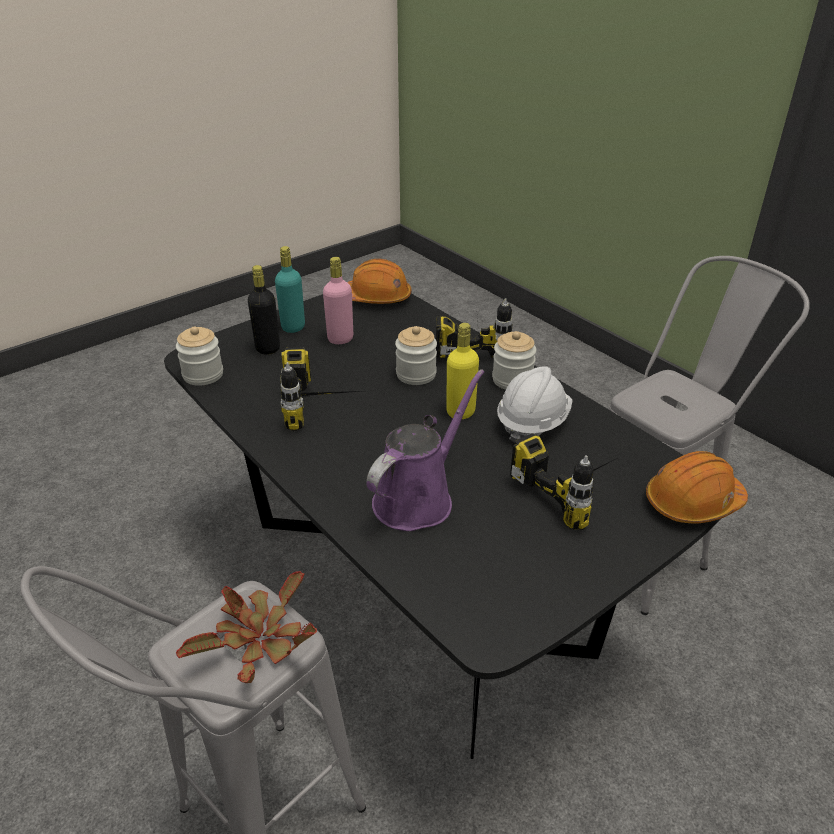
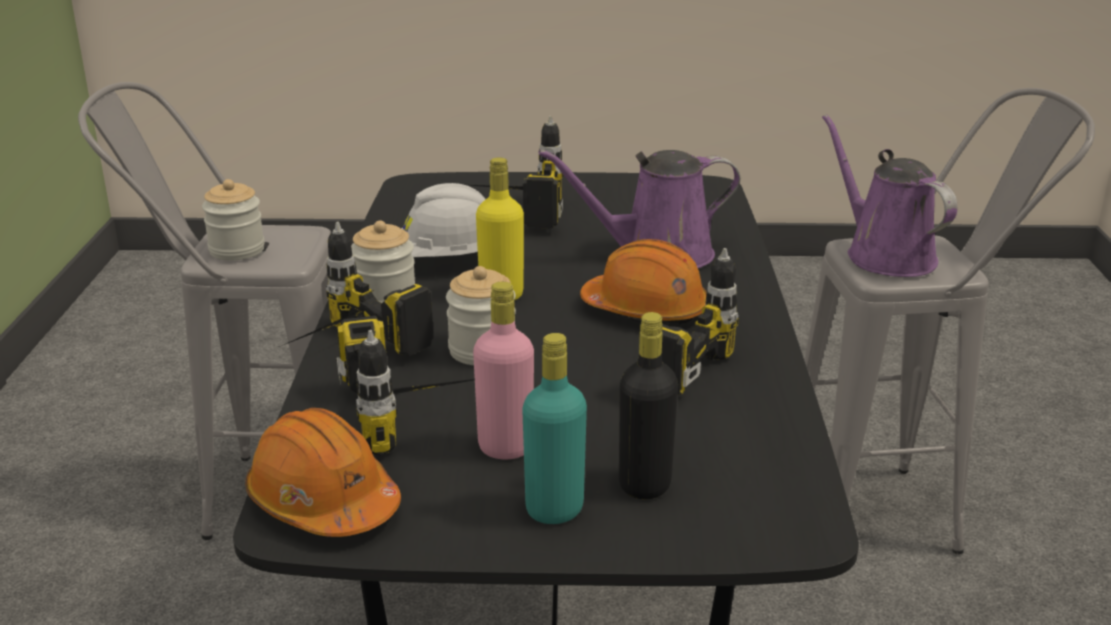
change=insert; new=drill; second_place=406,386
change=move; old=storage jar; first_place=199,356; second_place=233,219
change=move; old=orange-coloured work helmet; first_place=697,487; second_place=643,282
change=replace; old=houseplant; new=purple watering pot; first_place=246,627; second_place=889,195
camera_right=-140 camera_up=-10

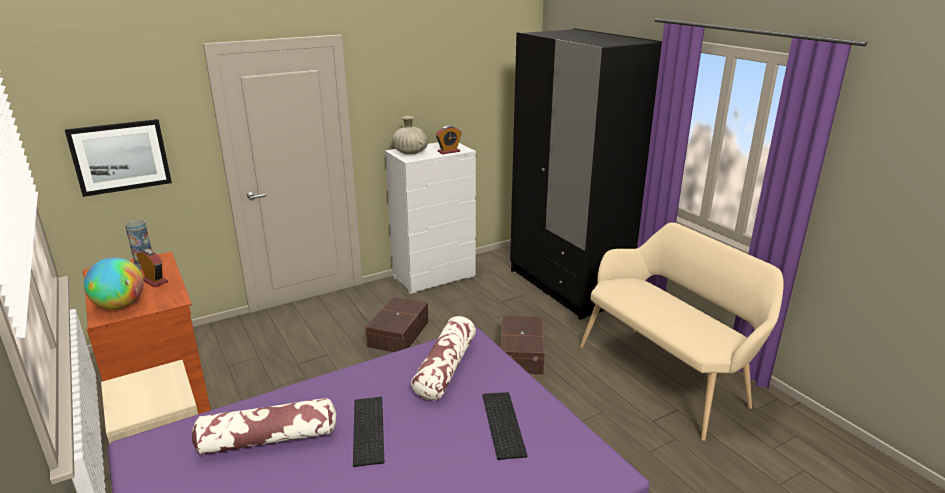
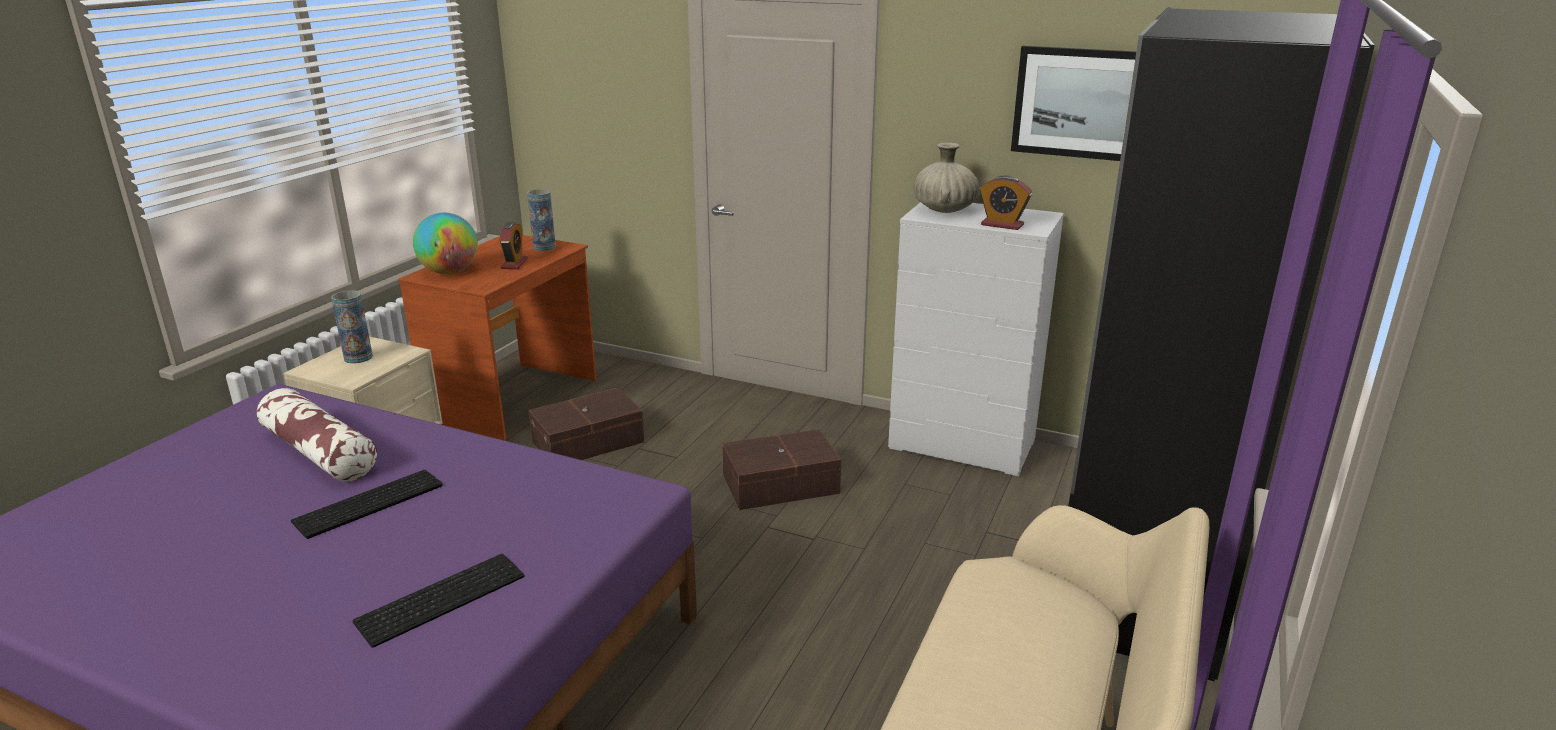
change=delete; old=pillow; first_place=443,358
change=insert; new=vase; second_place=352,327
change=move; old=wall picture; first_place=118,158; second_place=1073,103
change=move; old=brown-coloured storage box; first_place=523,345; second_place=586,424
camera_right=55 camera_up=0

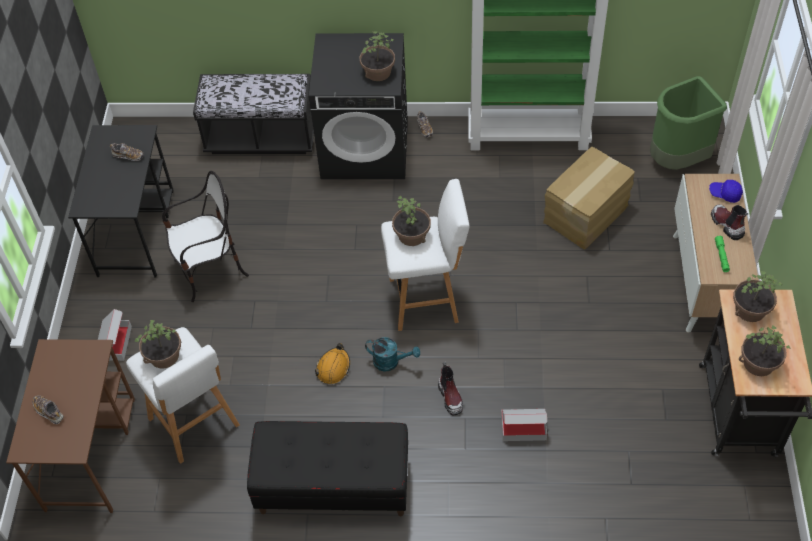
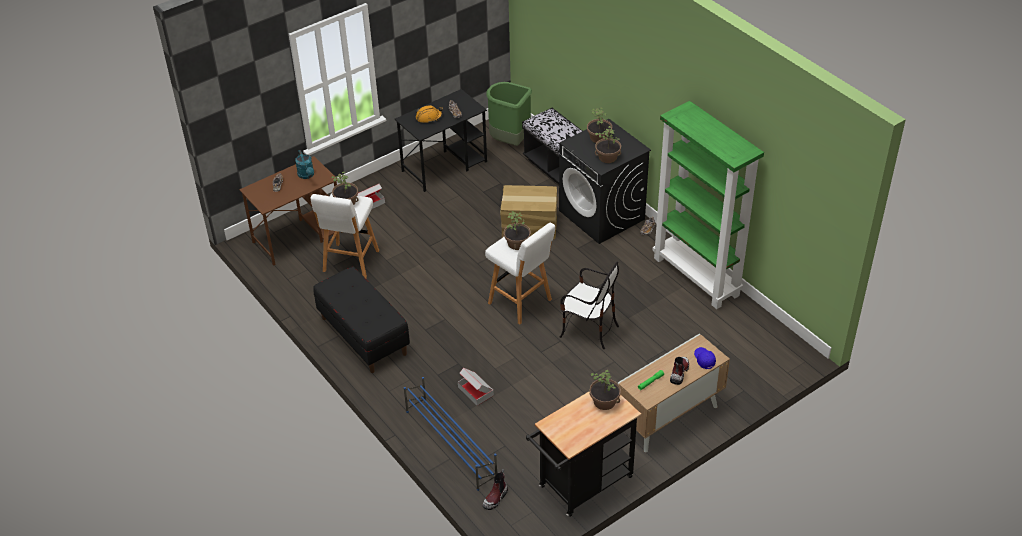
change=insert; new=blue shoe shelf; second_place=450,434
change=move; old=plain chair; first_place=205,236; second_place=589,305
change=move; old=orange-coloured work helmet; first_place=332,363; second_place=429,114
change=move; old=blue-green watering pot; first_place=392,354; second_place=304,164
change=move; old=boot; first_place=450,389; second_place=495,489
change=move; old=packing box; first_place=589,198; second_place=529,212
change=move; old=greenish trash can; first_place=688,123; second_place=509,114
change=move; old=houseplant; first_place=764,350; second_place=599,125
camera_right=50 camera_up=-10

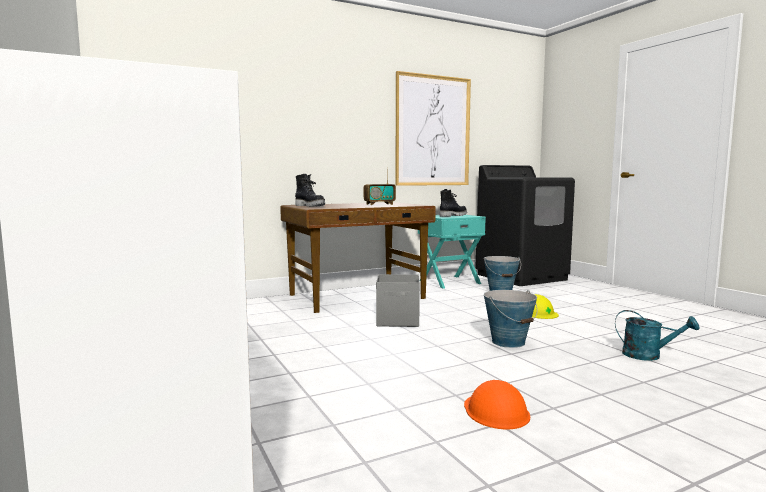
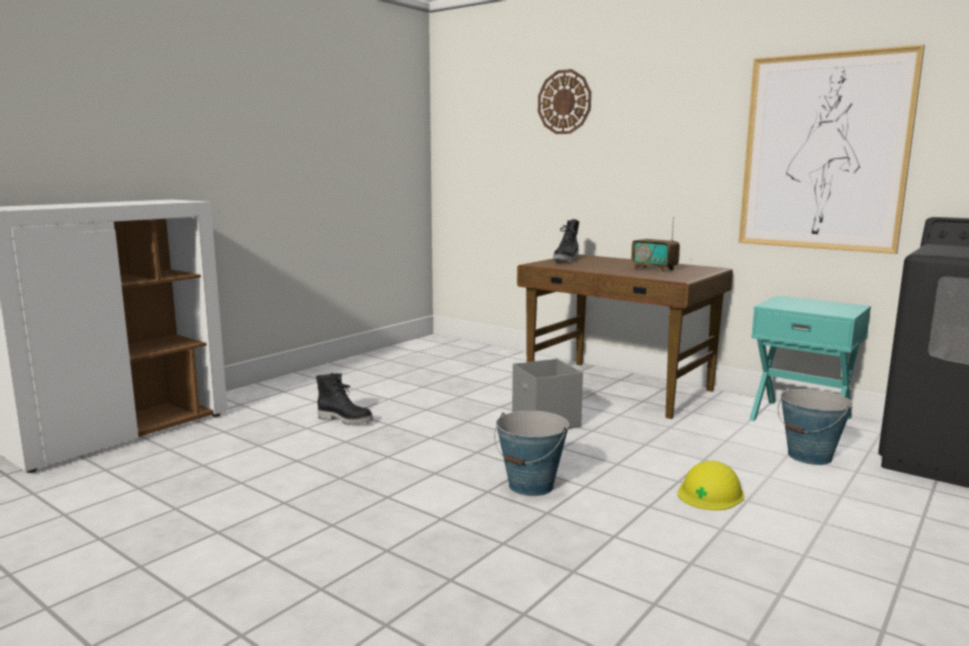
change=delete; old=orange-coloured work helmet; first_place=497,404
change=delete; old=blue-green watering pot; first_place=657,335
change=insert; new=clock on the wall; second_place=564,101
change=move; old=blackish boot; first_place=453,203; second_place=344,399
camera_right=65 camera_up=5

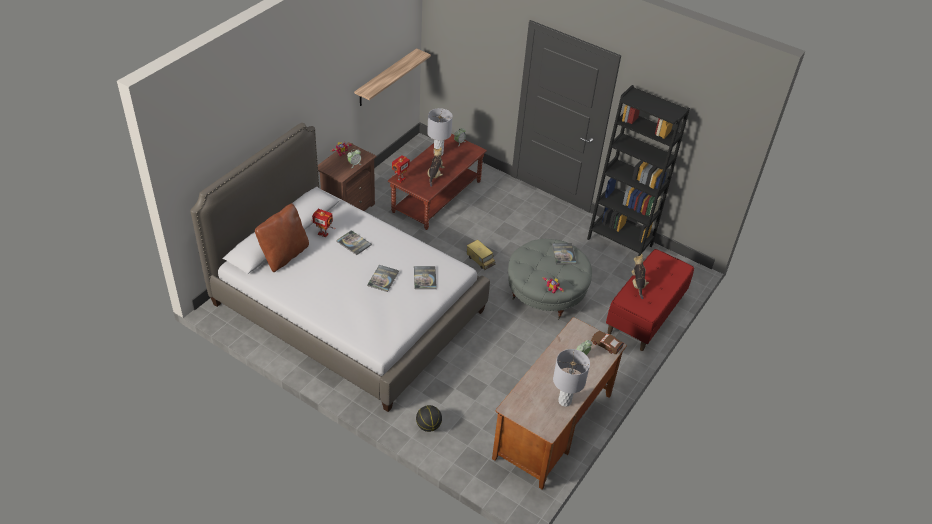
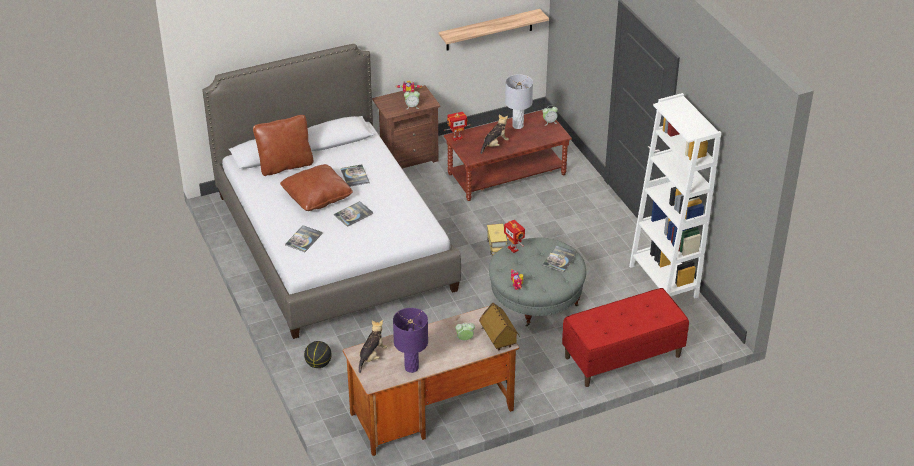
change=insert; new=brown-coloured pillow; second_place=316,187
change=move; old=model robot; first_place=323,223; second_place=514,236
change=move; old=bound book; first_place=425,277; second_place=304,238
change=move; old=plush toy; first_place=640,276; second_place=373,346
change=replace; old=brown-coloured miniature car; new=miniature house; first_place=607,342; second_place=499,326
change=recolor; old=grey tabletop lamp; new=purple tabletop lamp; first_place=571,378; second_place=410,340
change=recolor; old=blackish shelving unit; new=white shelving unit; first_place=638,170; second_place=675,195
camera_right=35 camera_up=-5

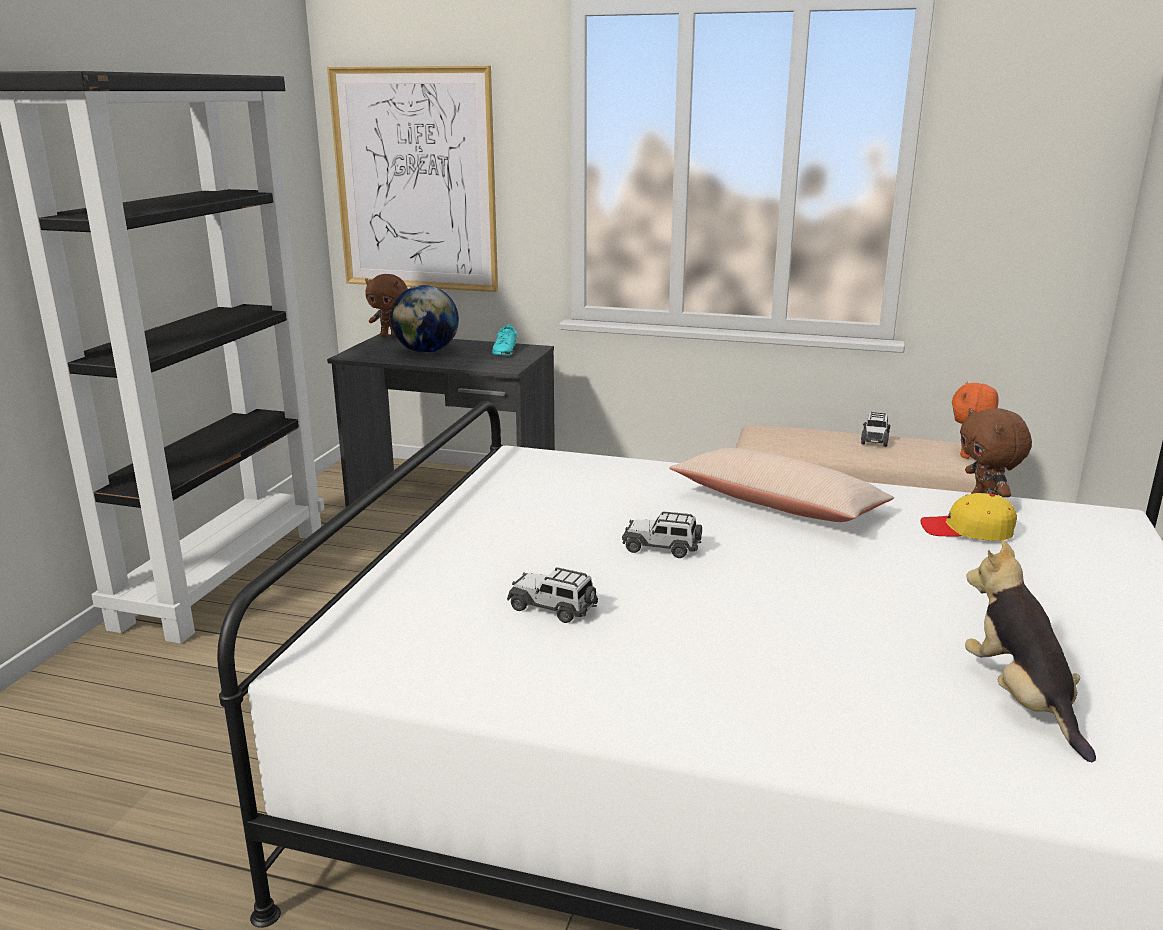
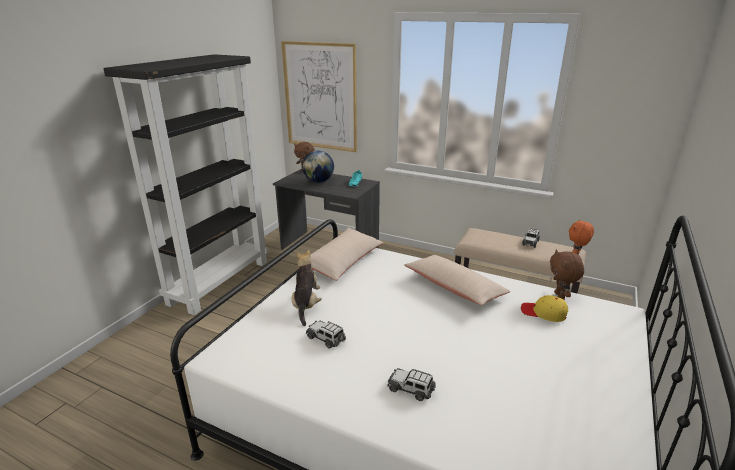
change=insert; new=beige-coloured pillow; second_place=346,254
change=move; old=miniature car; first_place=662,534; second_place=411,384
change=move; old=plush toy; first_place=1030,651; second_place=307,287
camera_right=10 camera_up=5

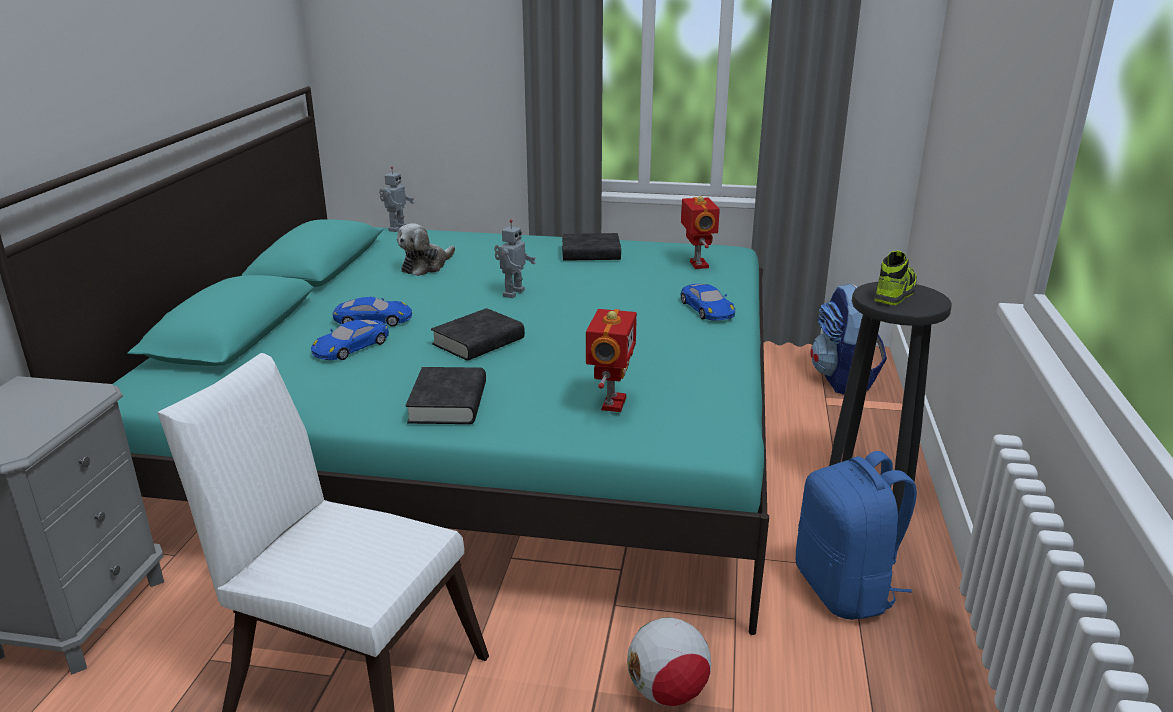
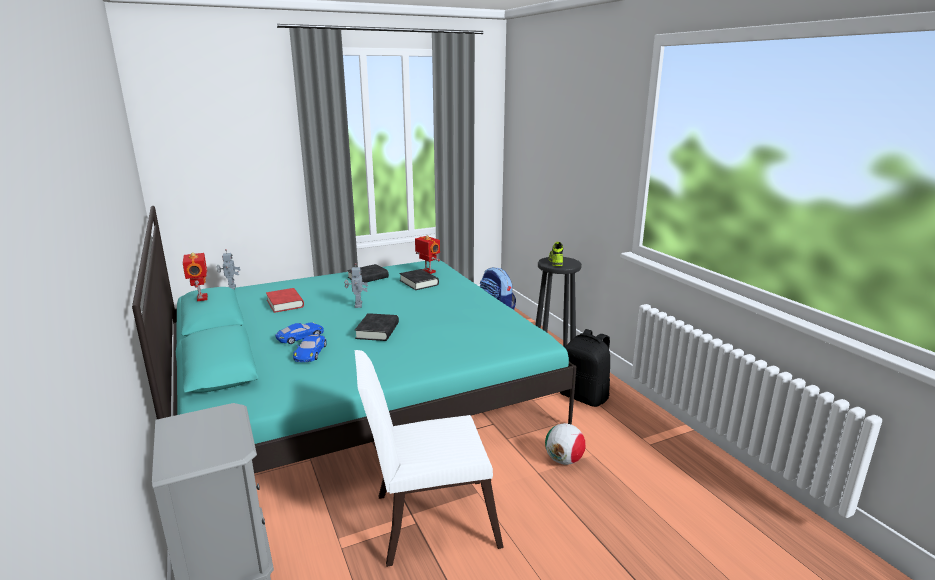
change=delete; old=blue miniature car; first_place=708,302
change=move; old=blackish bound book; first_place=445,395; second_place=419,279
change=move; old=model robot; first_place=611,360; second_place=195,277
change=replace; old=plush toy; new=red bound book; first_place=426,249; second_place=285,300
change=recolor; old=blue knapsack; new=blackish knapsack; first_place=856,535; second_place=585,368
camera_right=-35 camera_up=-5

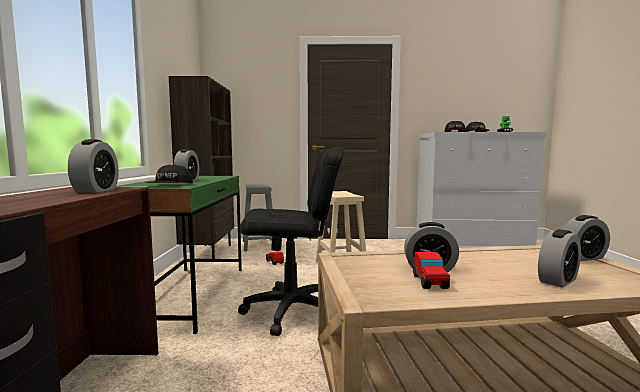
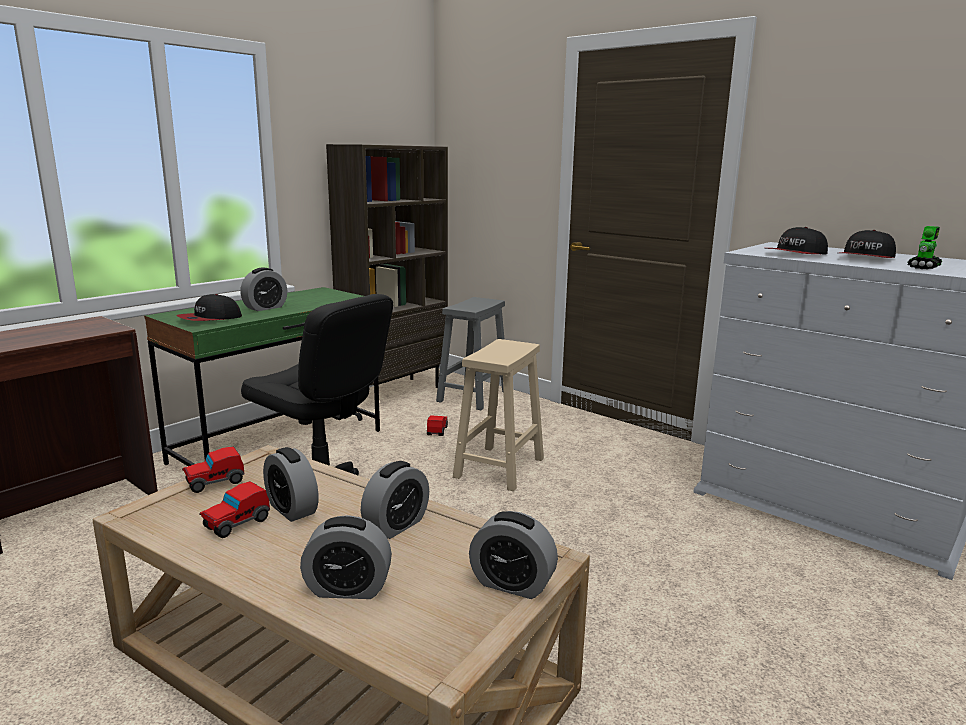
change=insert; new=miniature car; second_place=213,469
change=move; old=table clock; first_place=93,166; second_place=395,500
camera_right=40 camera_up=10

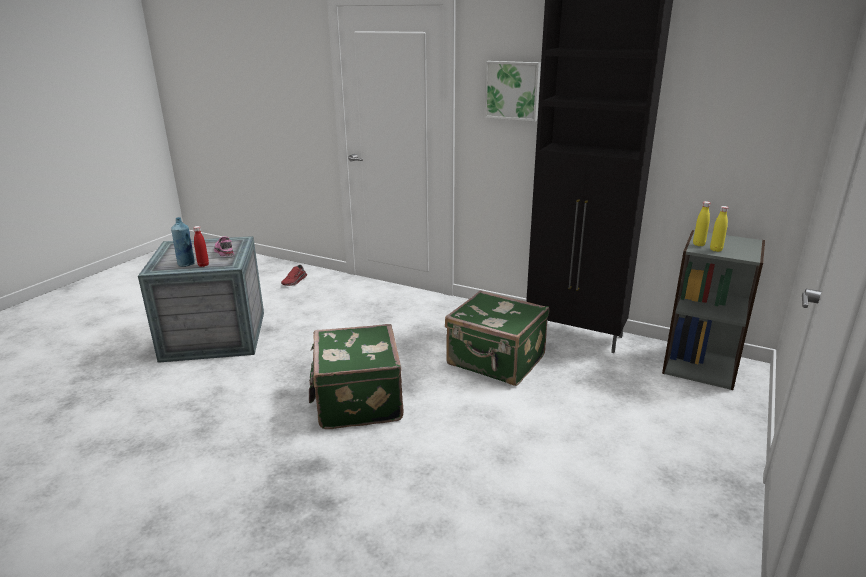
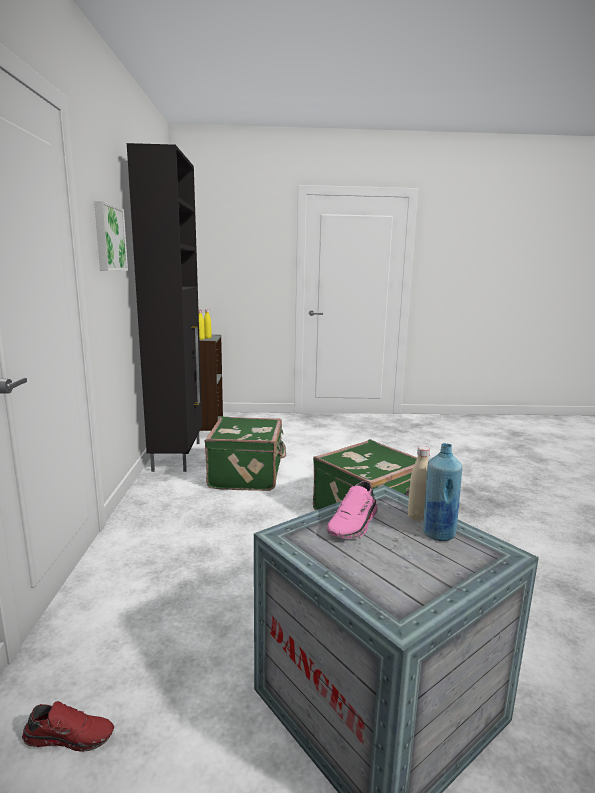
change=recolor; old=red beverage bottle; new=beige-coloured beverage bottle; first_place=201,246; second_place=419,484
camera_right=-120 camera_up=-10

